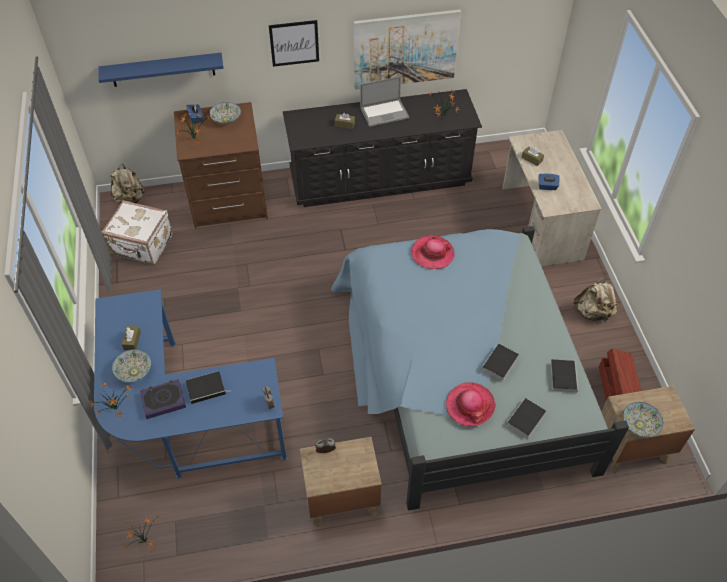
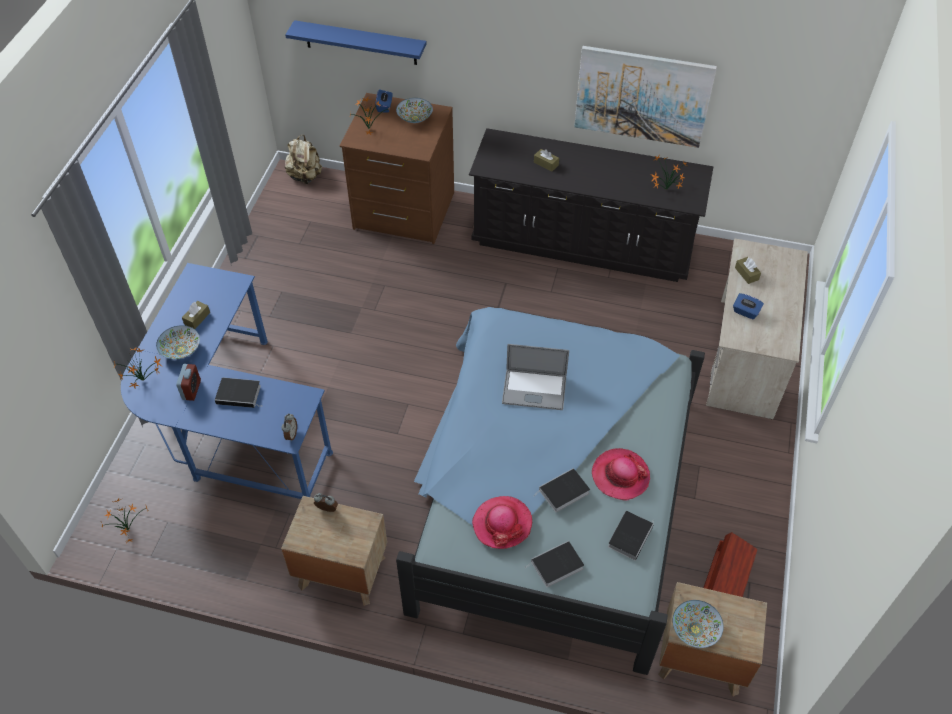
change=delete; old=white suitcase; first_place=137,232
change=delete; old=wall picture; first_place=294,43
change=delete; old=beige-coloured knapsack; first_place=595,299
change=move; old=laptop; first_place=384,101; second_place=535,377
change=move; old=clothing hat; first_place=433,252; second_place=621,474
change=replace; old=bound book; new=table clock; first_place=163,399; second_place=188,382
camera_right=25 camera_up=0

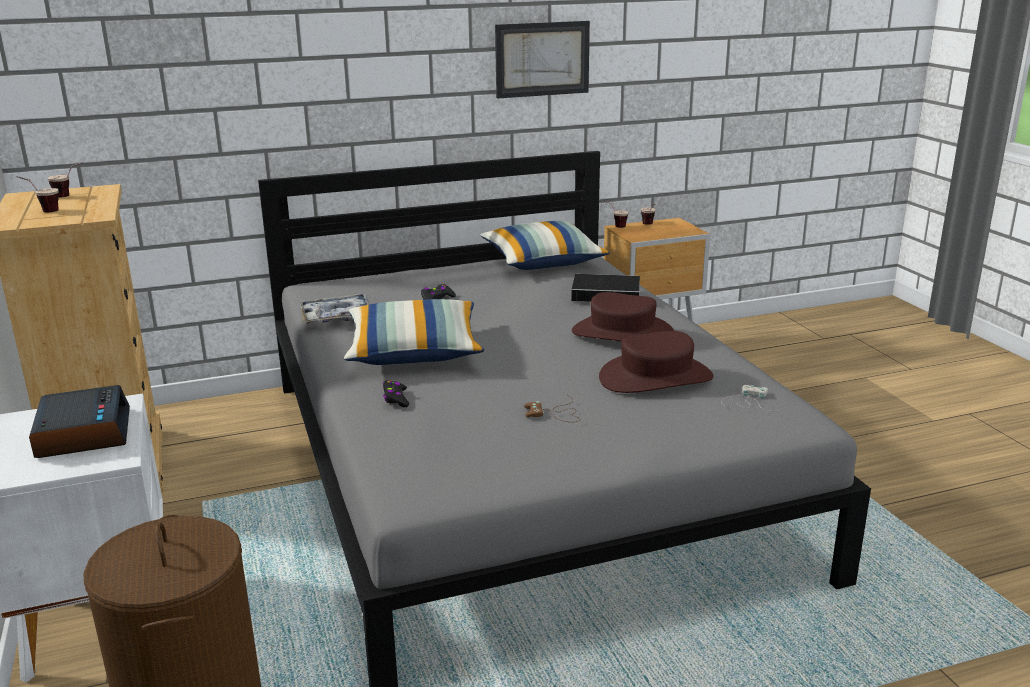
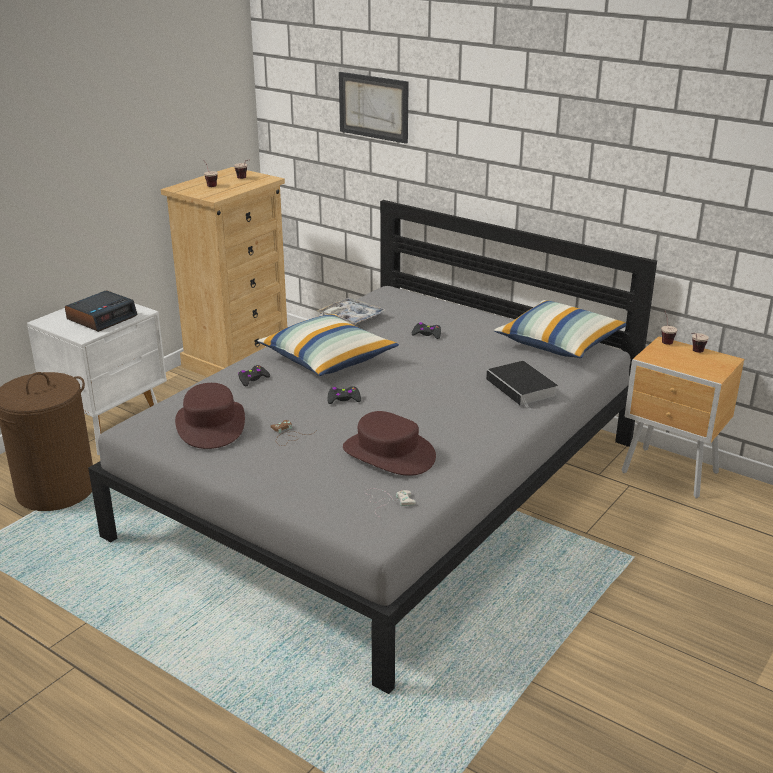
change=insert; new=blackish gamepad; second_place=344,395
change=move; old=wall picture; first_place=542,60; second_place=374,108
change=move; old=brown-coloured clothing hat; first_place=623,317; second_place=210,416
camera_right=55 camera_up=5

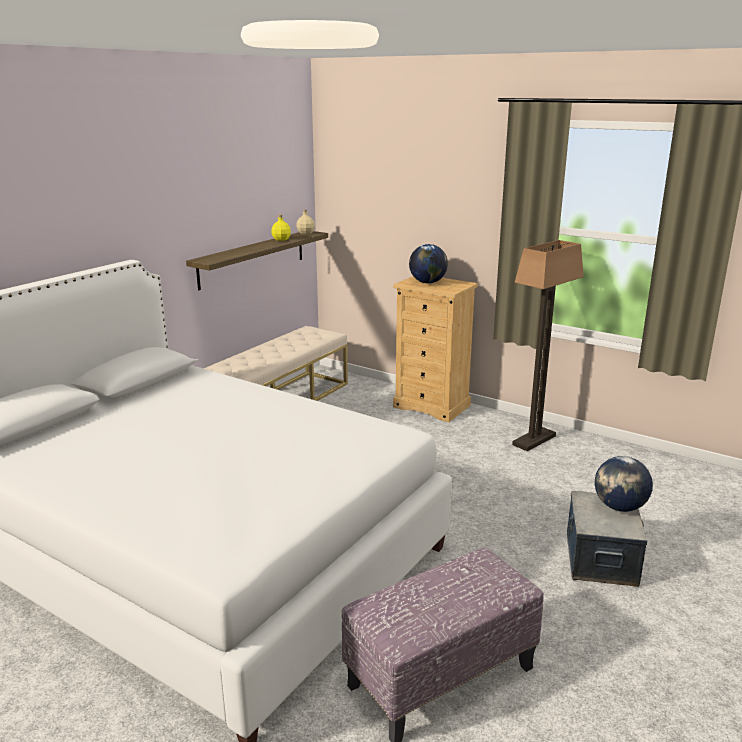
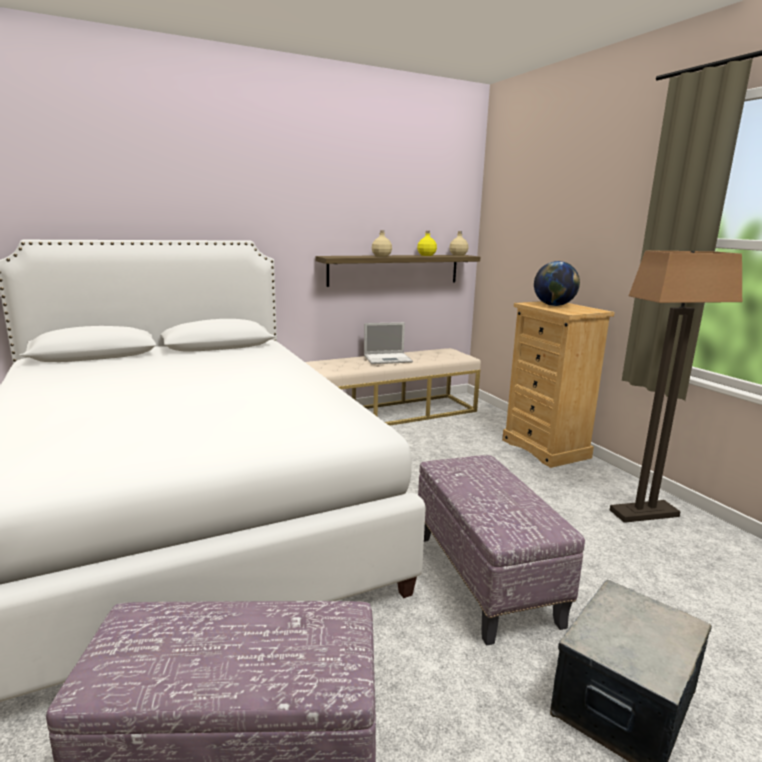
change=delete; old=desk globe; first_place=624,484
change=insert; new=laptop; second_place=388,343
change=insert; new=beige-coloured beverage bottle; second_place=382,243
change=insert; new=footrest; second_place=501,550
camera_right=30 camera_up=-5

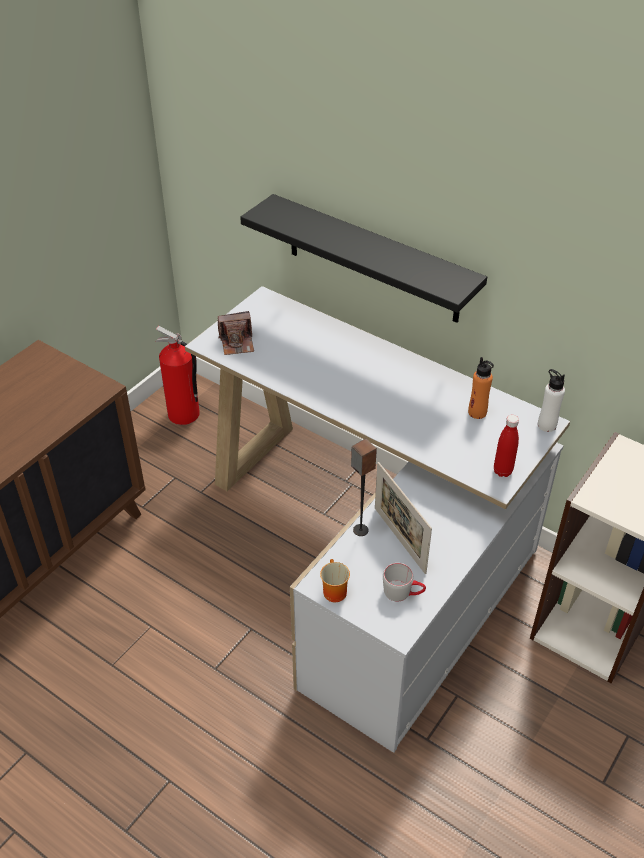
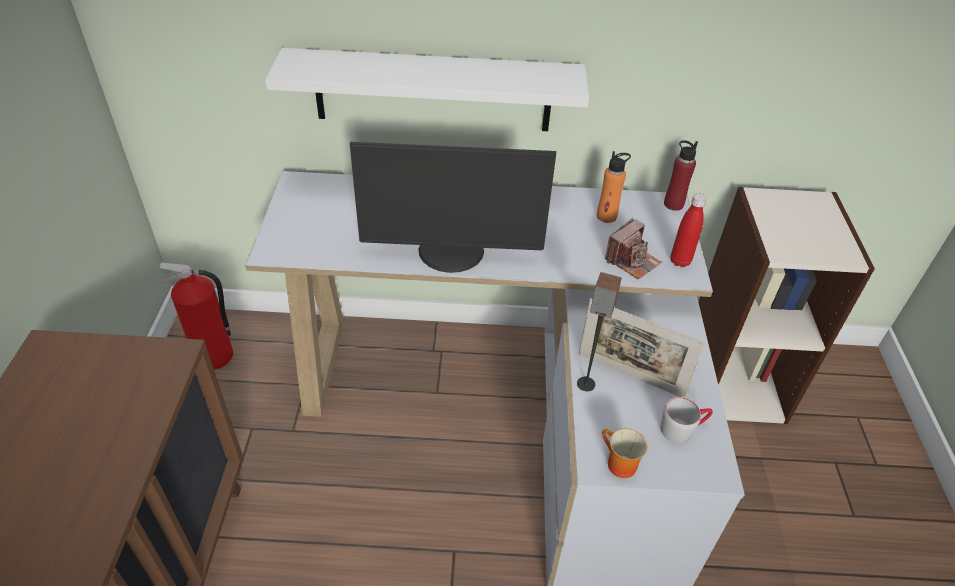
change=insert; new=computer display; second_place=453,207
change=move; old=photo camera; first_place=235,333; second_place=633,249
change=recolor; old=blackish wall shelf; new=white wall shelf; first_place=363,258; second_place=427,89
change=recolor; old=white beverage bottle; new=red beverage bottle; first_place=551,400; second_place=681,175
camera_right=-35 camera_up=0

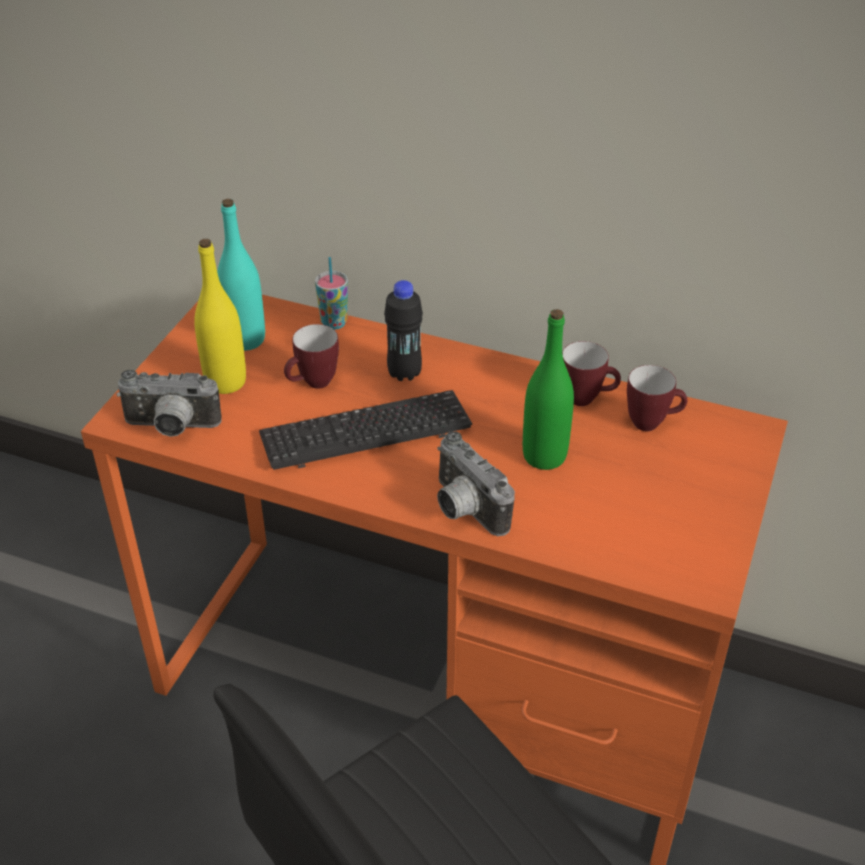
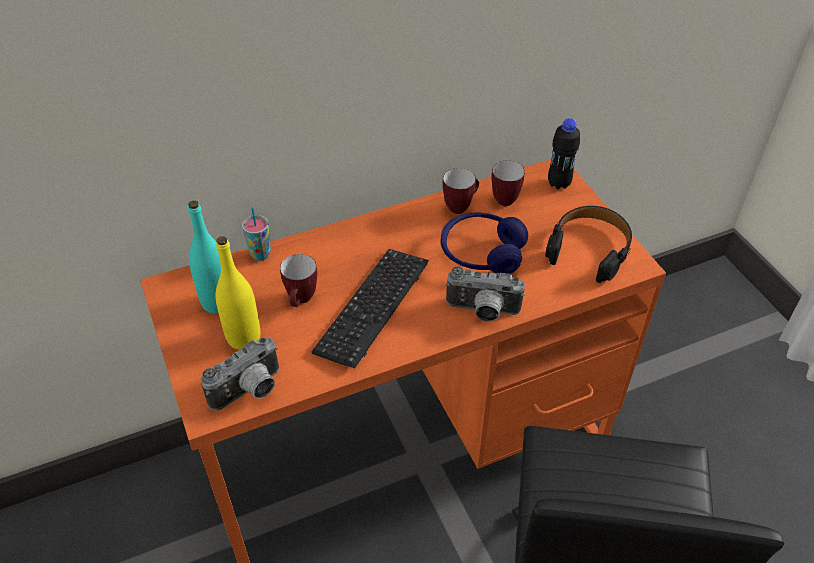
change=insert; new=blackish pair of headphones; second_place=588,244
change=move; old=blackish beverage bottle; first_place=403,330; second_place=564,153
change=replace; old=greenish beverage bottle; new=blue pair of headphones; first_place=548,389; second_place=484,243
camera_right=-45 camera_up=5

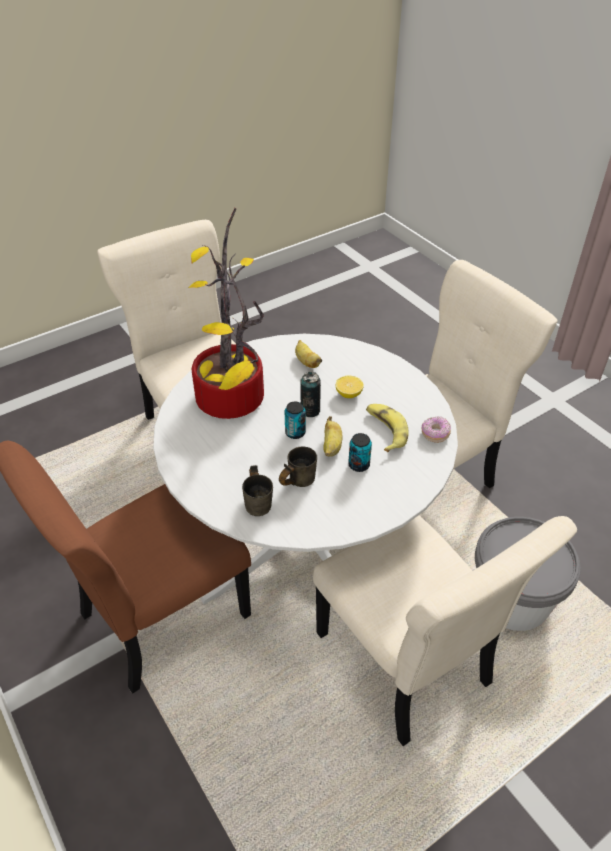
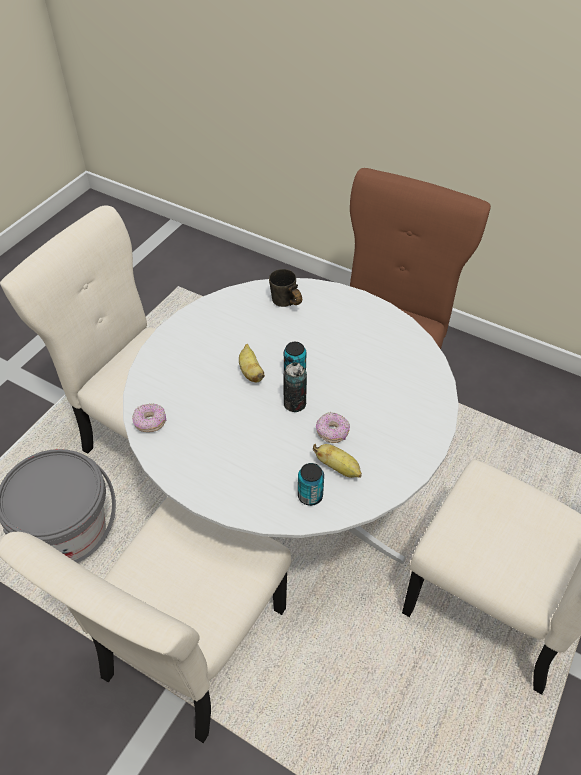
change=delete; old=houseplant; first_place=225,313
change=delete; old=grey coffee mug; first_place=298,466
change=delete; old=lemon; first_place=350,387
change=delete; old=banana fruit; first_place=387,428
change=insert; new=ring doughnut; second_place=333,427
change=move; old=metal can; first_place=360,452; second_place=311,484
camera_right=155 camera_up=5

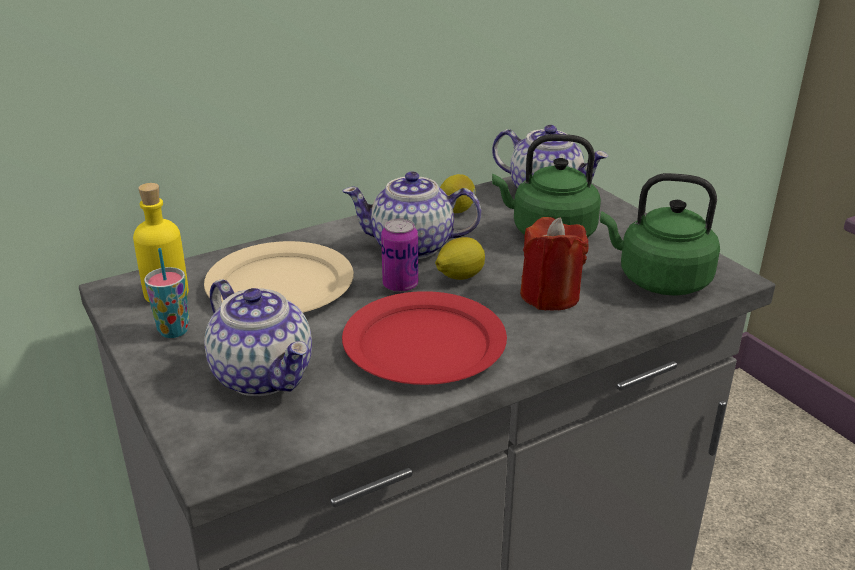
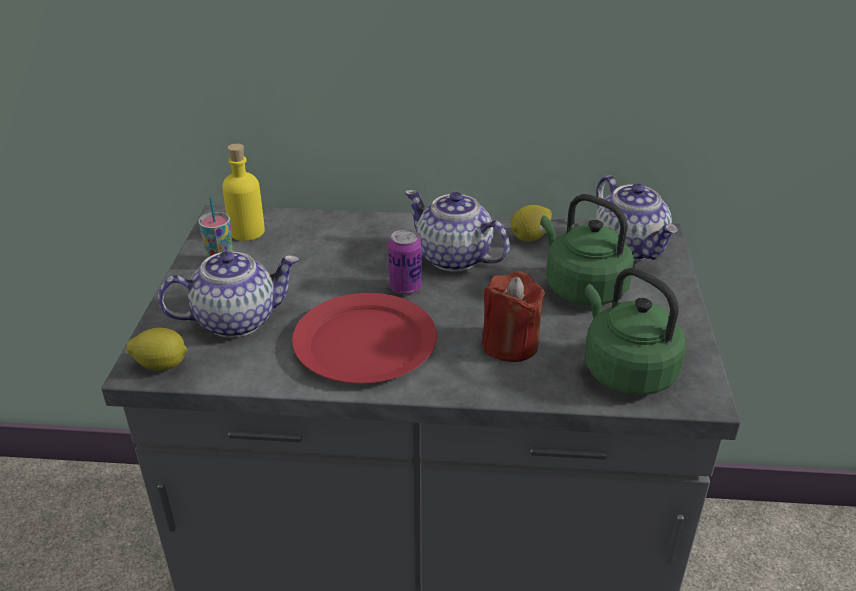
change=delete; old=beige-coloured dinner plate; first_place=279,277
change=move; old=lemon; first_place=460,258; second_place=156,349
change=rotate; old=pot for tea; first_place=258,337; second_place=228,294; degrees=-105
camera_right=35 camera_up=5

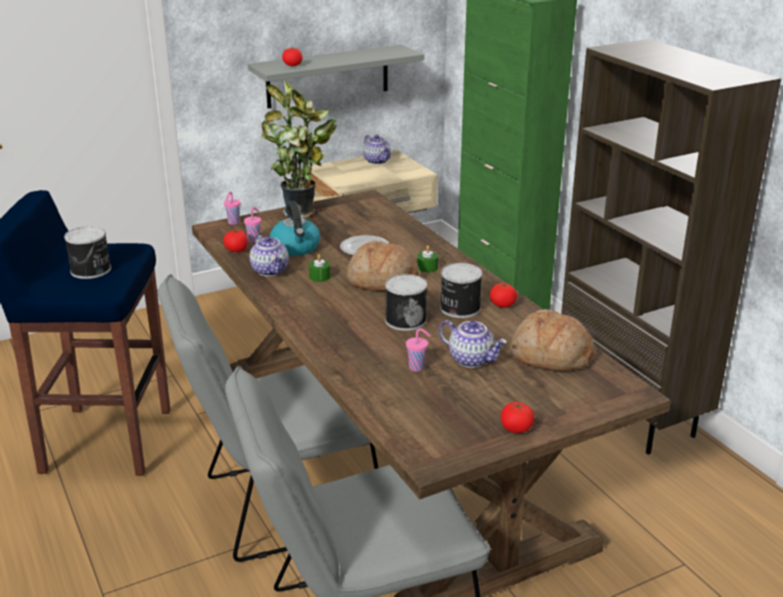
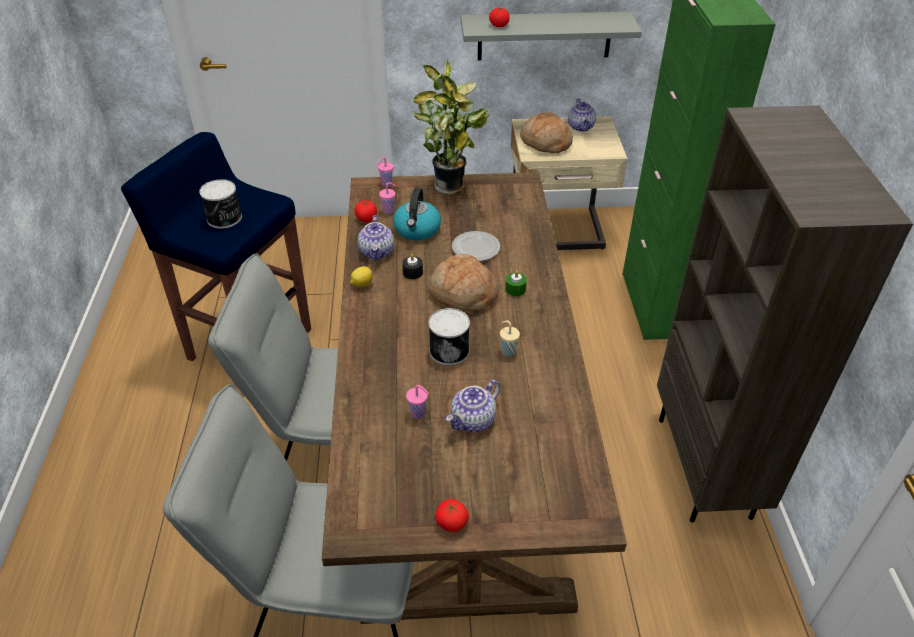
change=delete; old=fresh tomato; first_place=503,295
change=insert; new=lemon; second_place=361,276
change=move; old=bread; first_place=552,340; second_place=546,132
change=replace; old=metal can; new=beige-coloured small cup; first_place=461,290; second_place=510,338
change=recolor; old=greenish candle; new=blackish candle; first_place=319,268; second_place=412,266
change=rotate; old=pot for tea; first_place=473,344; second_place=473,406; degrees=75
camera_right=25 camera_up=15

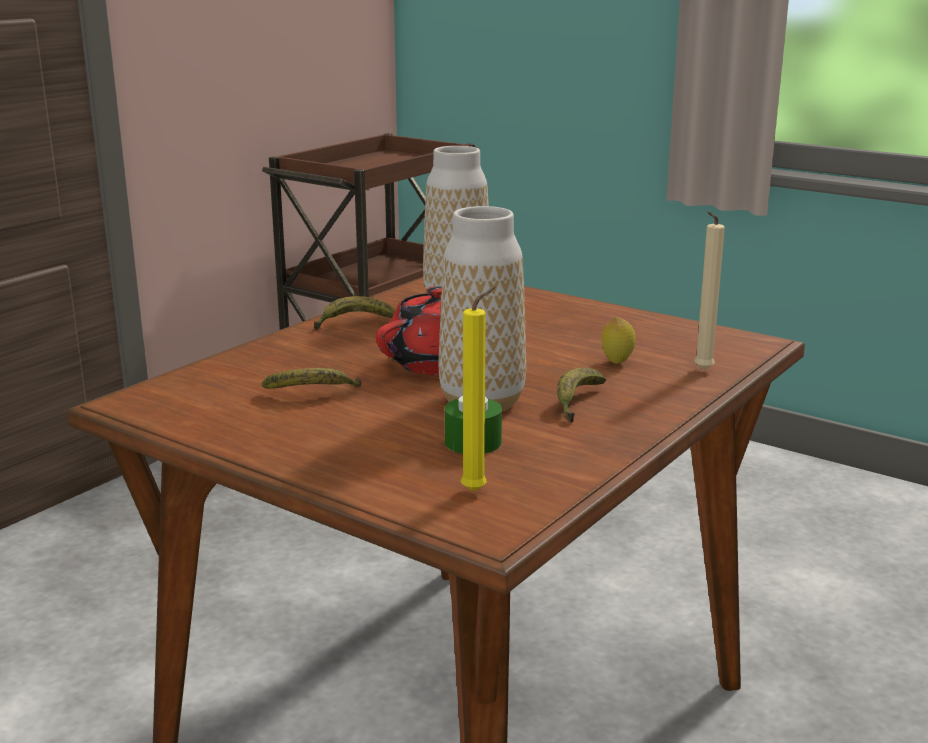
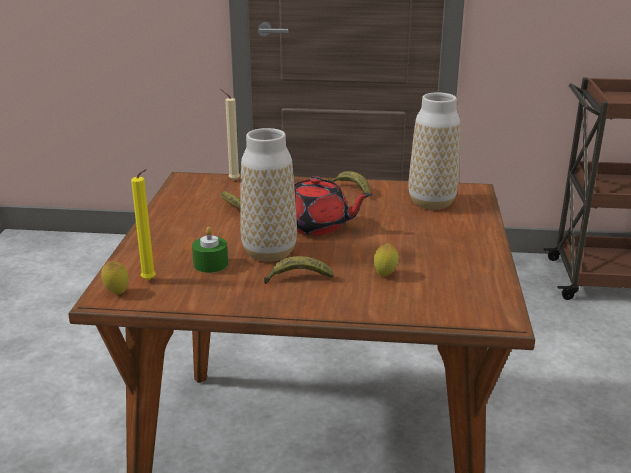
change=insert; new=lemon; second_place=115,277
change=move; old=beige-coloured candle; first_place=709,291; second_place=230,135
camera_right=60 camera_up=5

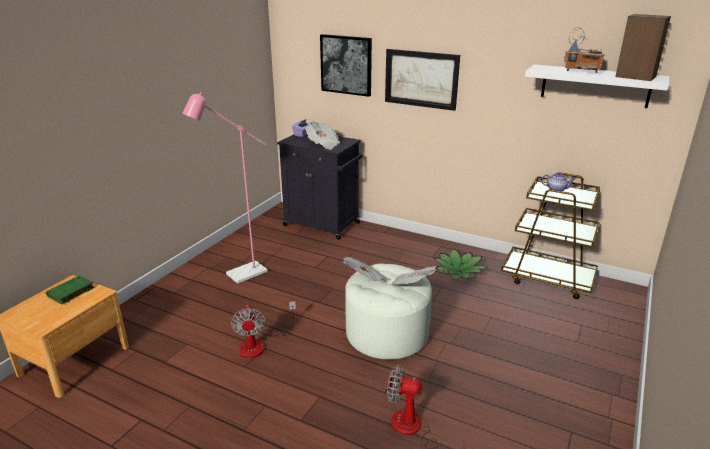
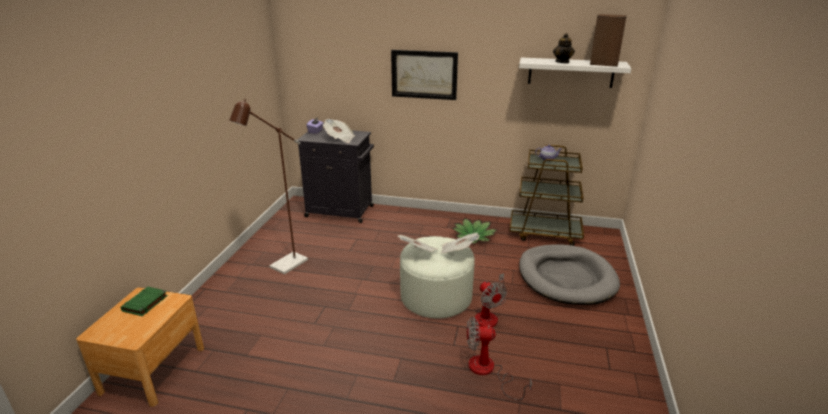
change=delete; old=wall picture; first_place=346,65
change=insert; new=grey dog cushion; second_place=569,274
change=move; old=fan; first_place=263,329; second_place=491,300
change=replace; old=radio receiver; new=pot for tea; first_place=584,50; second_place=564,48
change=recolor; old=pinkish floor lamp; new=brown-coloured floor lamp; first_place=225,188; second_place=268,186
camera_right=-15 camera_up=0

